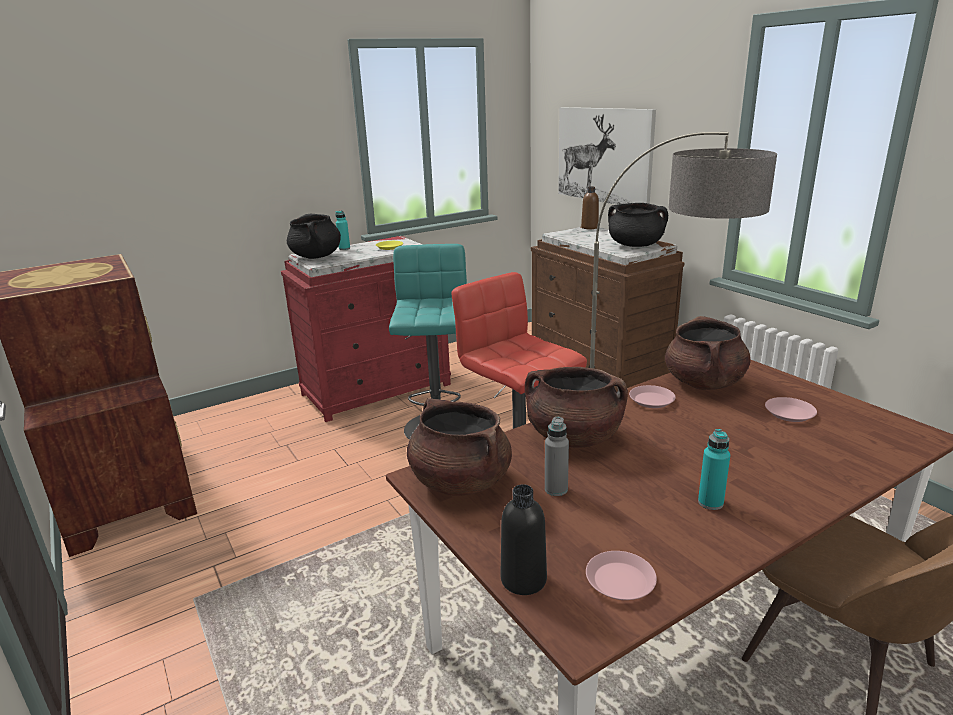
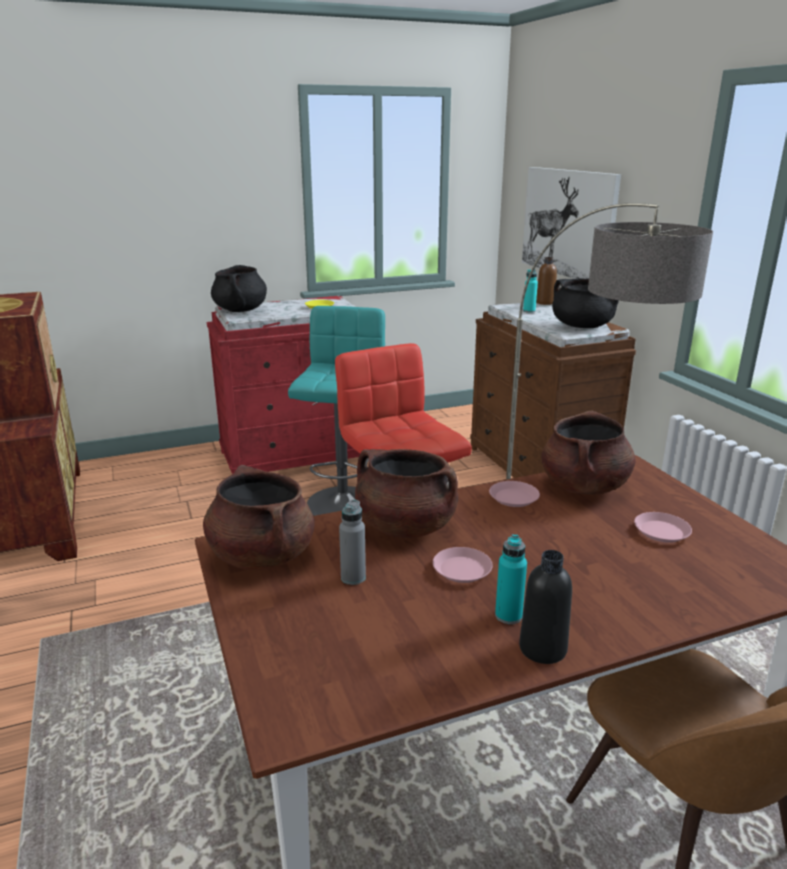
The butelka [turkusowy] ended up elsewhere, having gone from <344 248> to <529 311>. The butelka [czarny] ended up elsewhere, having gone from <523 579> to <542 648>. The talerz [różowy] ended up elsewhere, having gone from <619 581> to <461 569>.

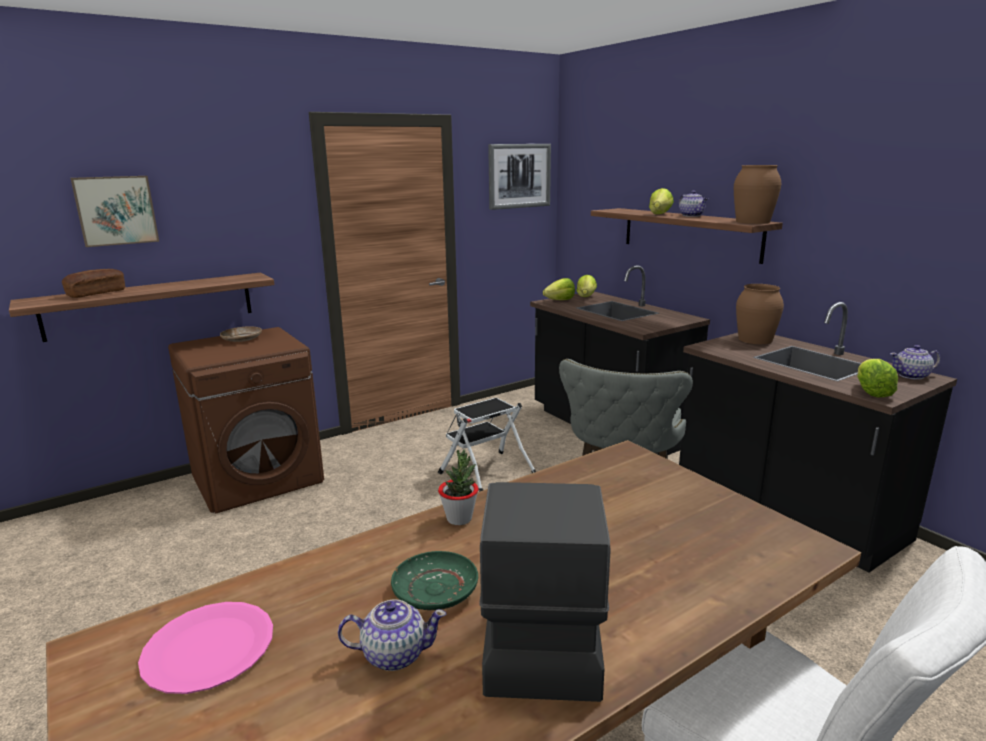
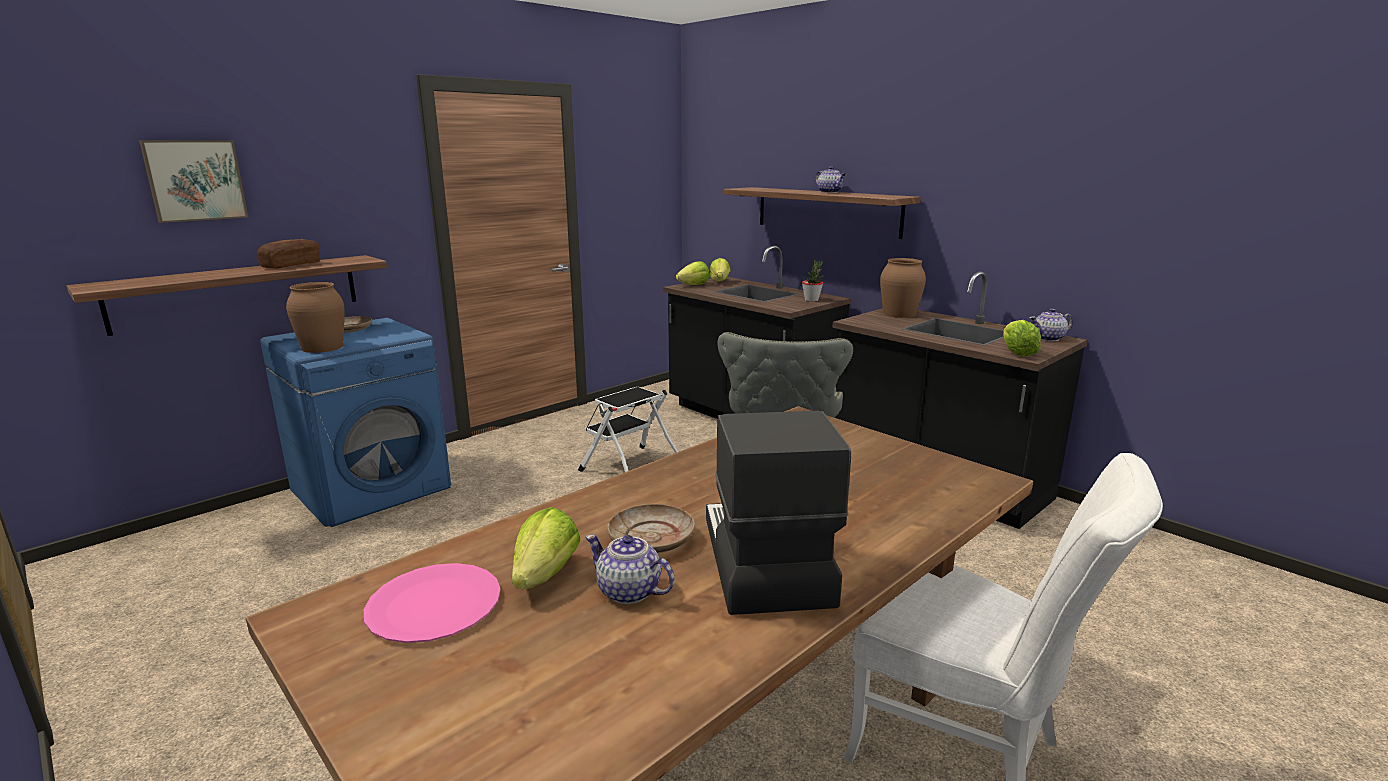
The second view lost the obraz at <519 176>. The wazon [brązowy] ended up elsewhere, having gone from <753 221> to <322 347>. The sałata ended up elsewhere, having gone from <659 214> to <545 575>. The chleb ended up elsewhere, having gone from <96 293> to <291 265>. What was the pralka [brązowy] at <260 478> turned into the pralka [niebieski] at <375 488>. The roślina doniczkowa ended up elsewhere, having gone from <459 519> to <811 300>. What was the talerz [zielony] at <435 591> turned into the talerz [beżowy] at <651 539>. The imbryk at <393 654> ended up facing another way, 135 degrees counterclockwise from before.

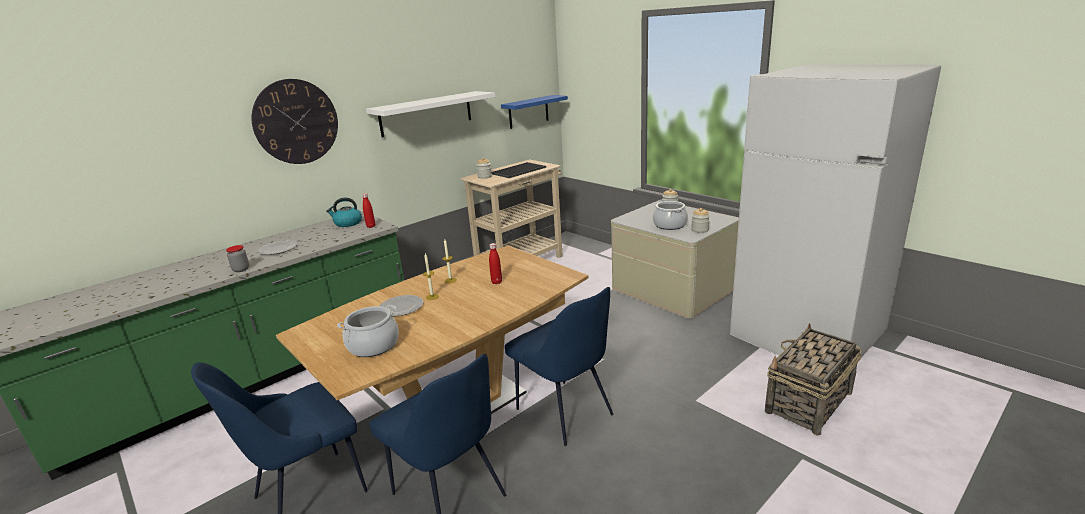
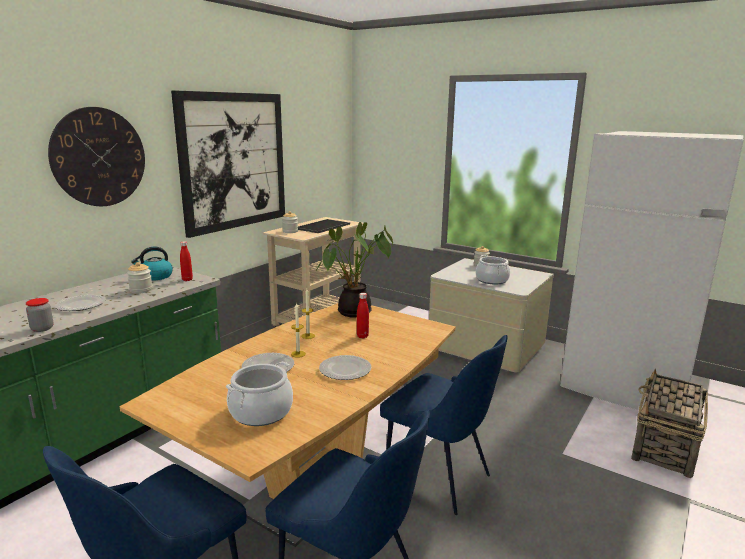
Where the półka [biały] hung at <426 113>, the obraz came to hang at <234 161>. The second view lost the półka [niebieski] at <528 112>. The słoik ended up elsewhere, having gone from <700 230> to <141 290>. The second view gained the roślina doniczkowa at <353 313>. The second view gained the talerz at <345 369>.

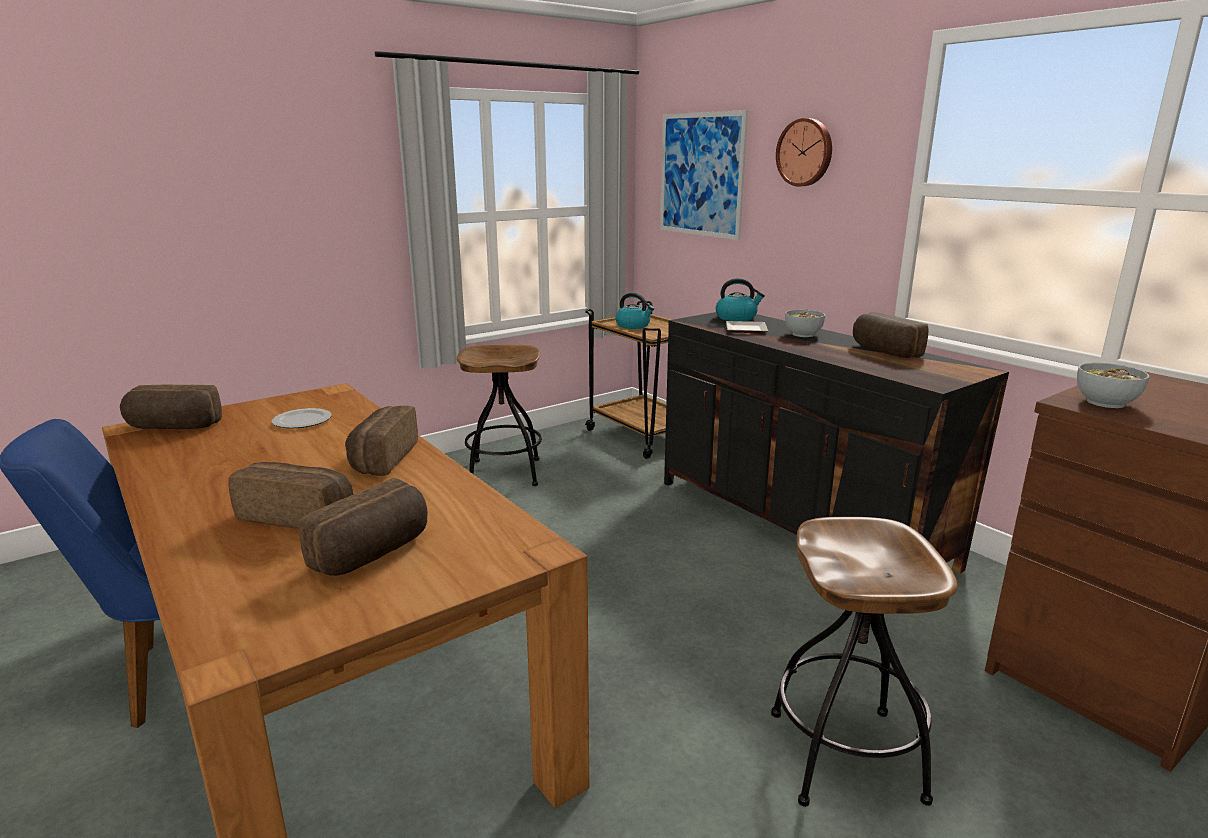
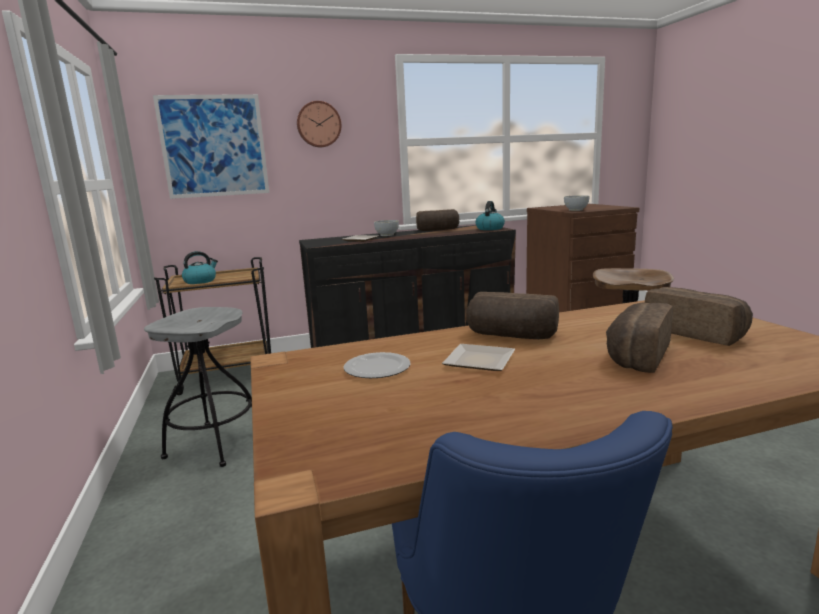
The czajnik ended up elsewhere, having gone from <736 318> to <490 228>. What was the stołek [brązowy] at <505 472> turned into the stołek [szary] at <215 443>. The second view lost the chleb at <173 427>. The second view gained the talerz at <481 362>.

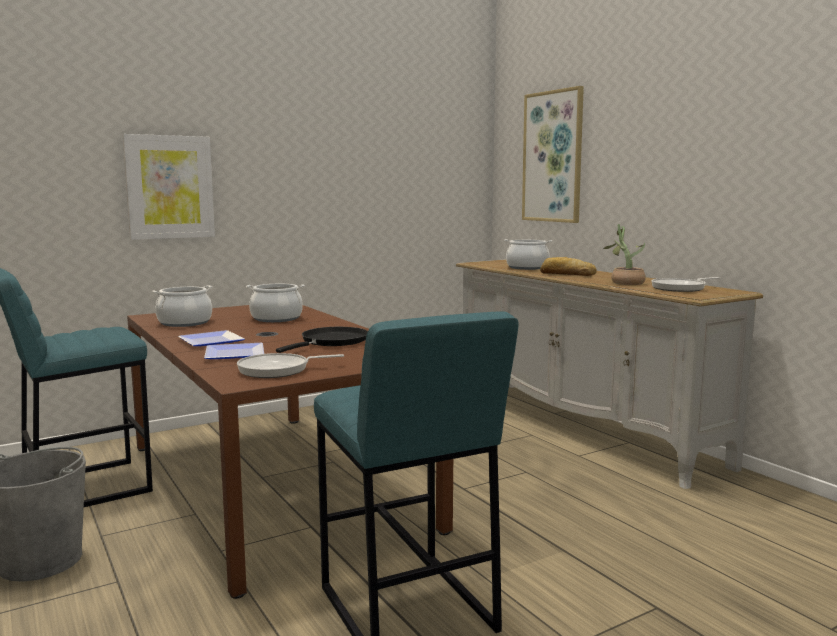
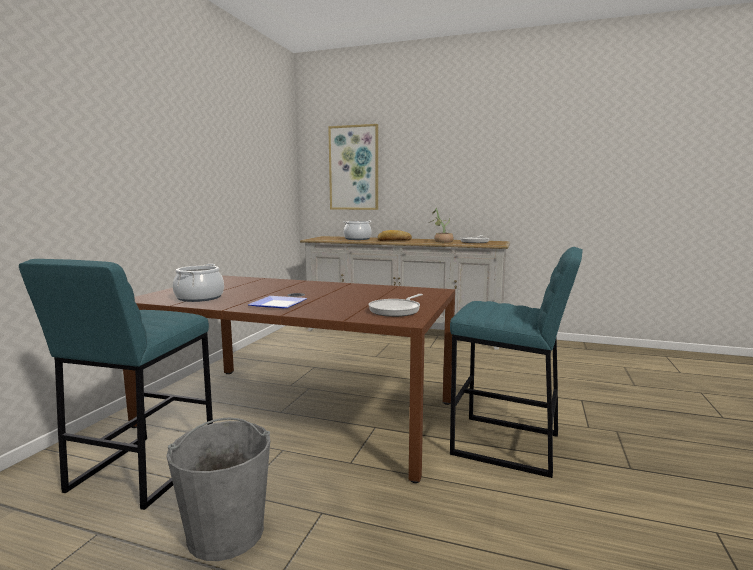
The second view lost the obraz at <170 187>. The second view lost the garnek at <276 318>. The second view lost the patelnia [czarny] at <331 342>. The second view lost the talerz at <237 354>.

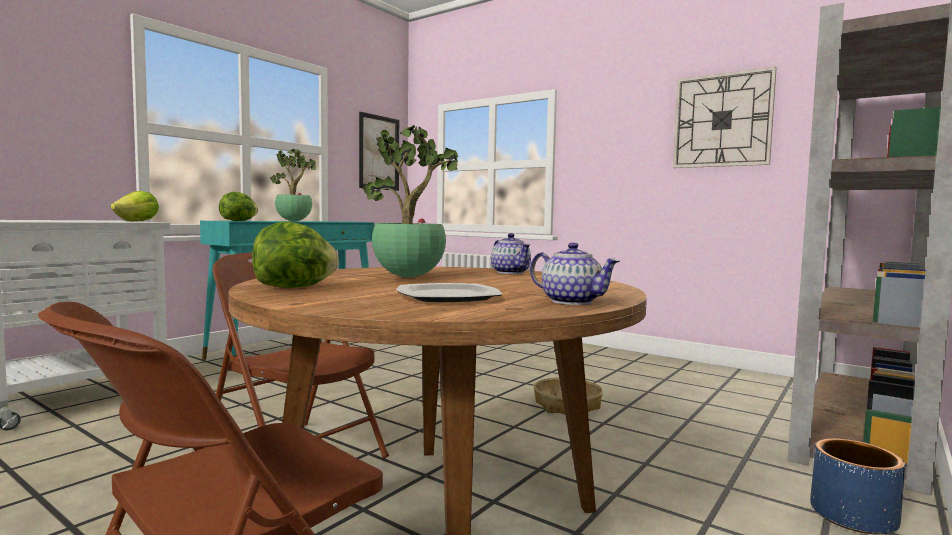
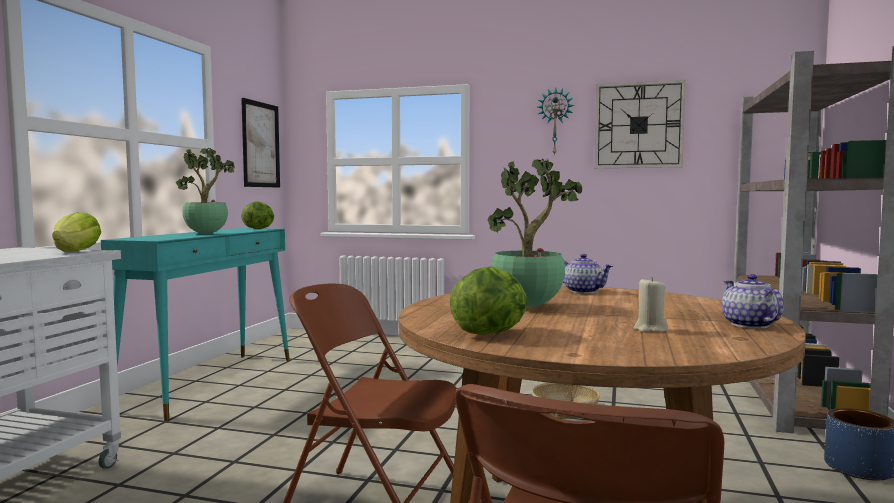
The sałata ended up elsewhere, having gone from <239 221> to <259 229>. The imbryk at <571 301> ended up facing another way, 120 degrees counterclockwise from before. Where the talerz stood at <448 296>, the świeca [beżowy] came to stand at <650 329>. The second view gained the zegar ścienny at <555 121>.

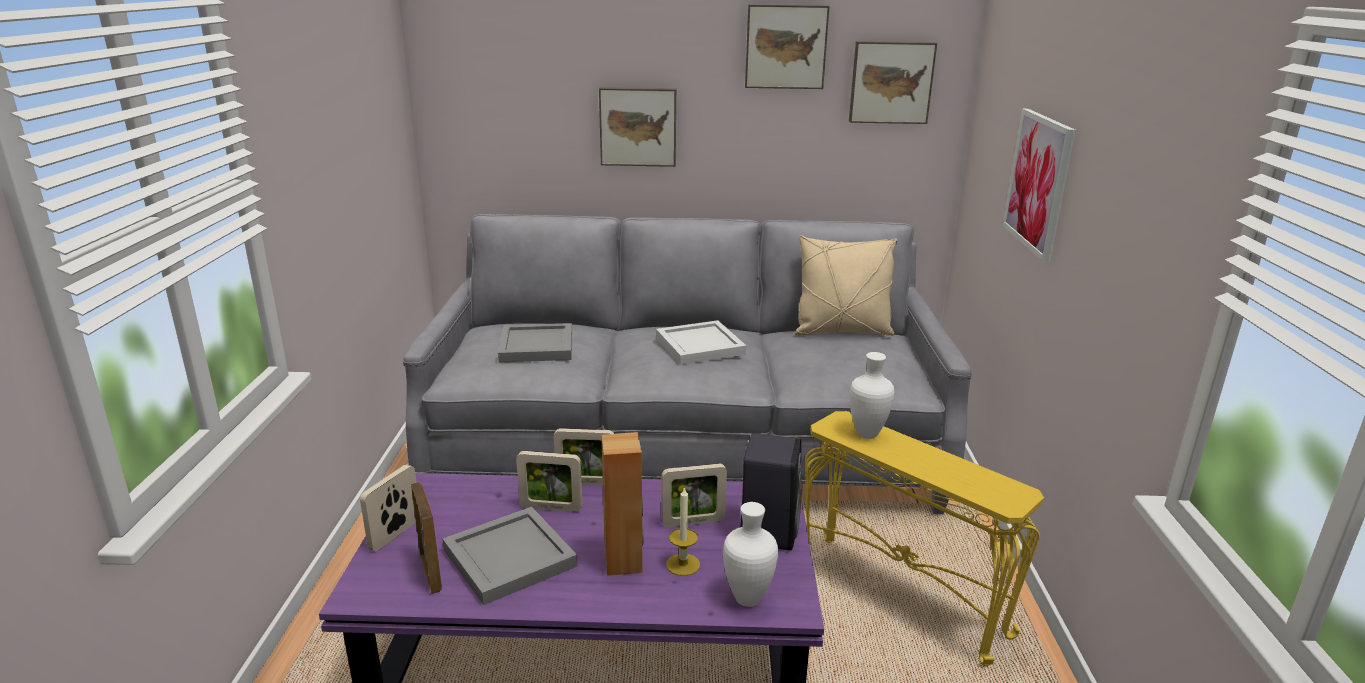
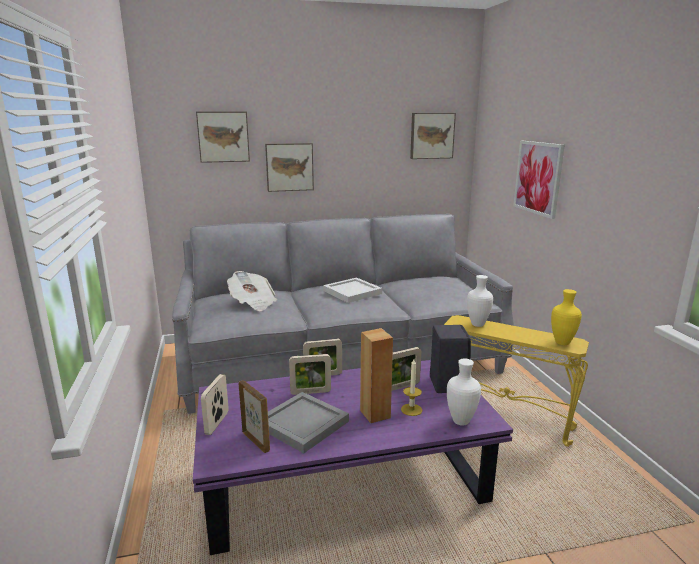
The obraz ended up elsewhere, having gone from <785 46> to <223 136>. The second view lost the poduszka [beżowy] at <842 331>. Where the taca [szary] stood at <537 347>, the gazeta came to stand at <253 303>. The second view gained the wazon [żółty] at <563 343>.

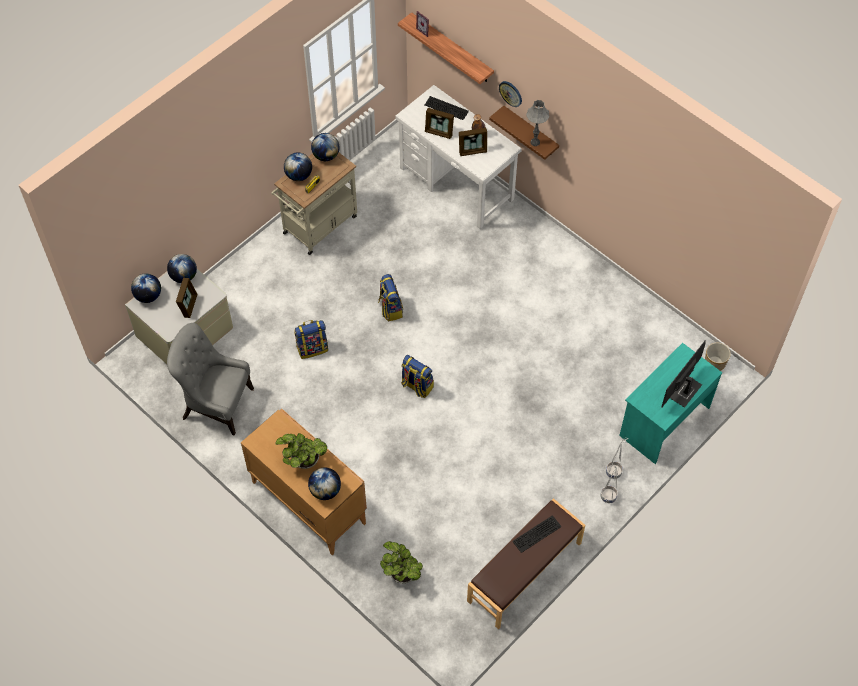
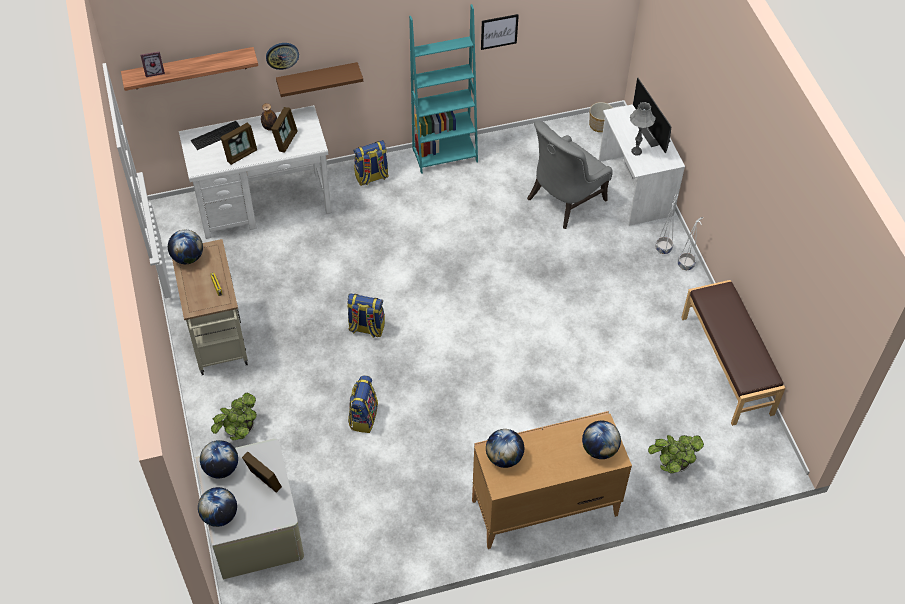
The lampa stołowa [szary] ended up elsewhere, having gone from <535 142> to <636 151>. The globus ended up elsewhere, having gone from <299 175> to <504 457>. The krzesło [szary] ended up elsewhere, having gone from <216 404> to <565 199>. What was the biurko [turkusowy] at <663 421> turned into the biurko [biały] at <634 188>. The plecak ended up elsewhere, having gone from <416 386> to <371 177>. The roślina doniczkowa ended up elsewhere, having gone from <303 460> to <238 431>. The second view lost the klawiatura at <537 535>. The second view gained the regał [turkusowy] at <444 155>. The second view gained the obraz at <499 31>.

